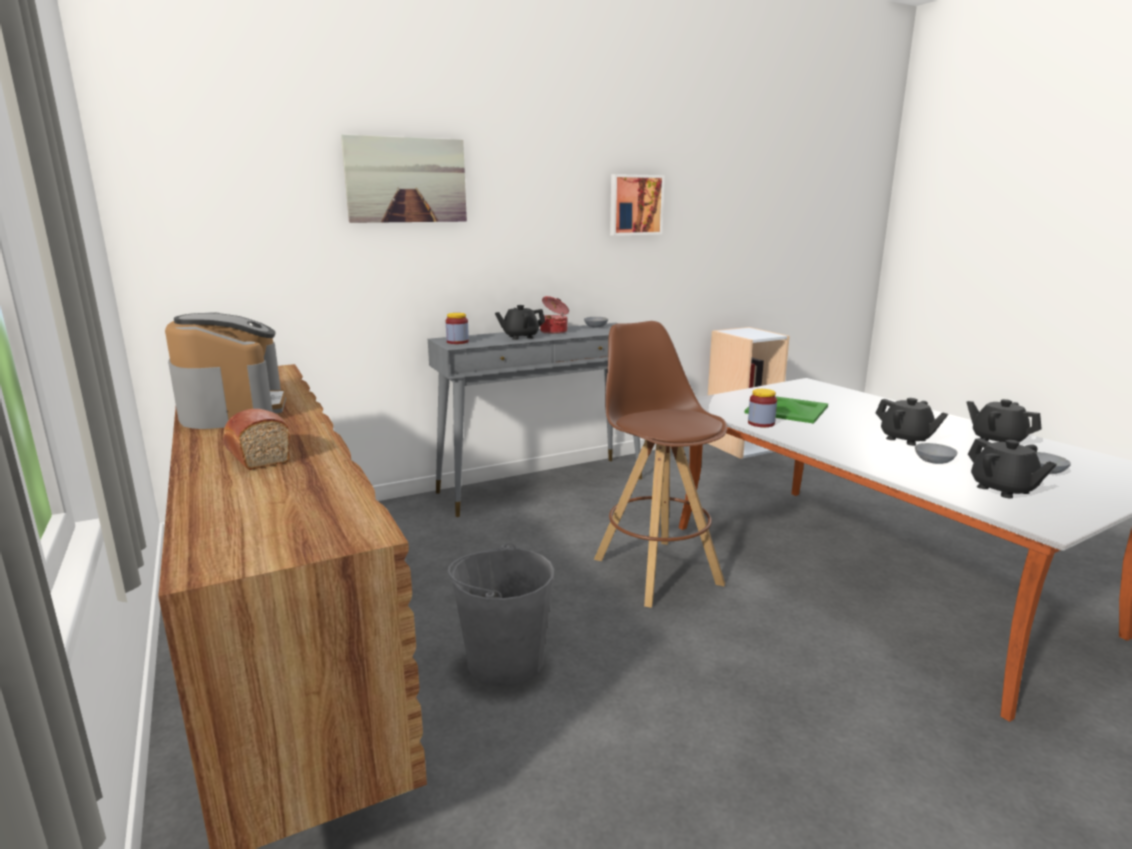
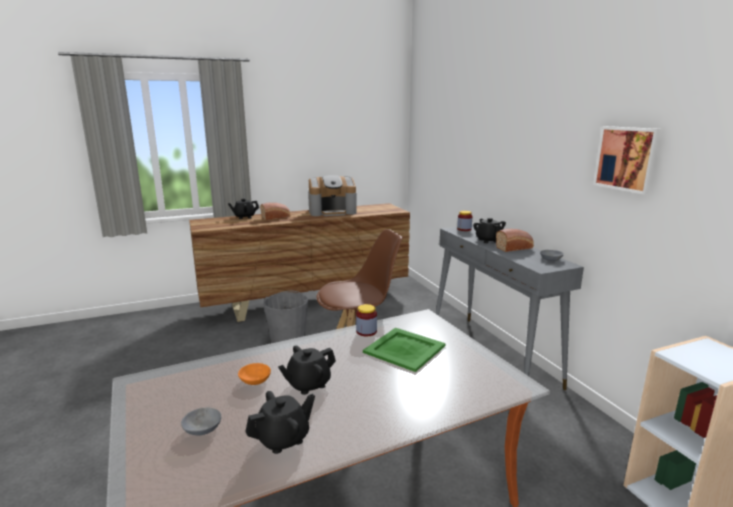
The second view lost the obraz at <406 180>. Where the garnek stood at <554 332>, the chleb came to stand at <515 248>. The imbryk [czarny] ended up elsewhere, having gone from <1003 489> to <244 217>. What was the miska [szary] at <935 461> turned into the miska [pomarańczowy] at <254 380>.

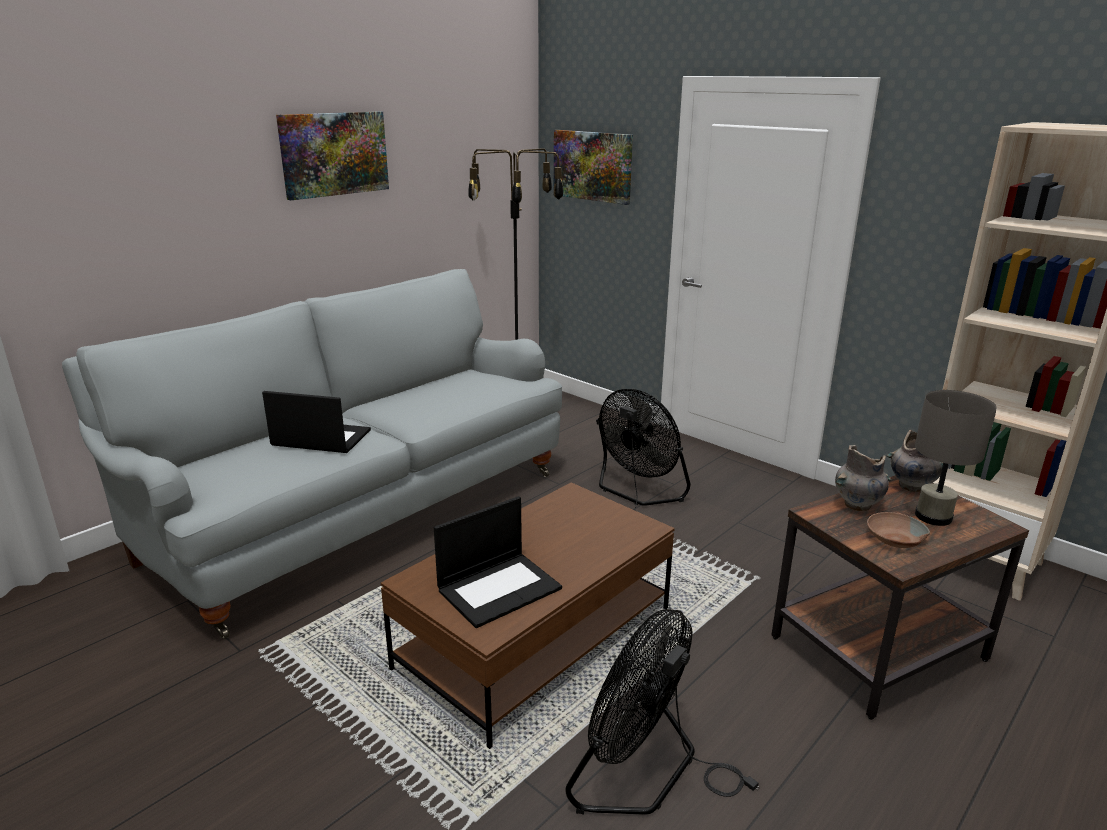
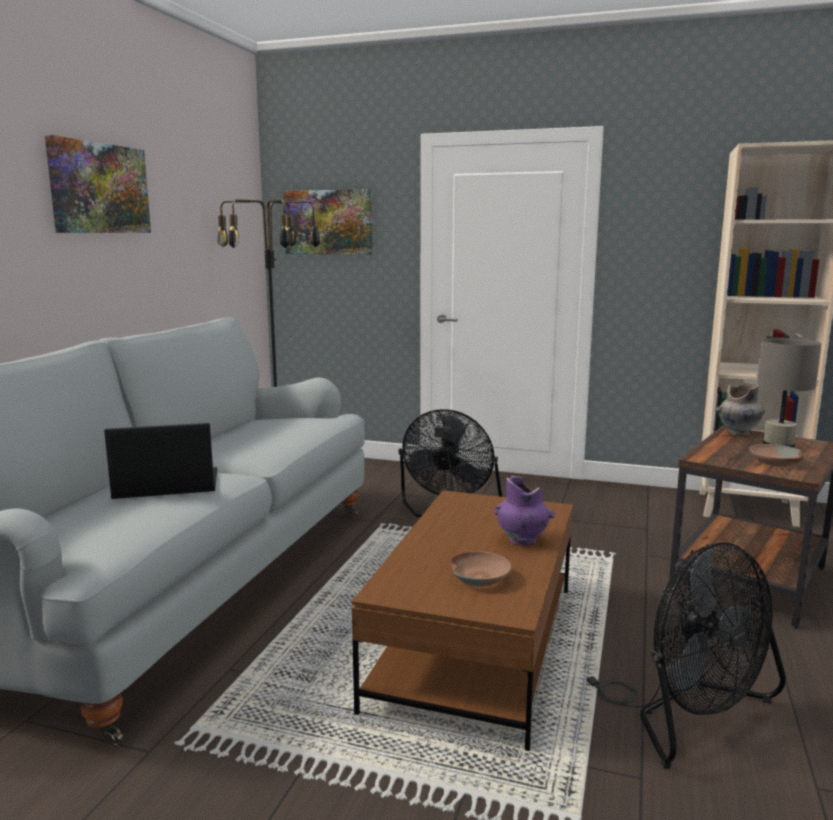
The second view lost the wazon [szary] at <858 505>. Where the laptop stood at <499 588>, the miska [brązowy] came to stand at <479 577>. The wentylator [czarny] at <655 767> ended up facing another way, 135 degrees counterclockwise from before. The second view gained the wazon [fioletowy] at <523 540>.

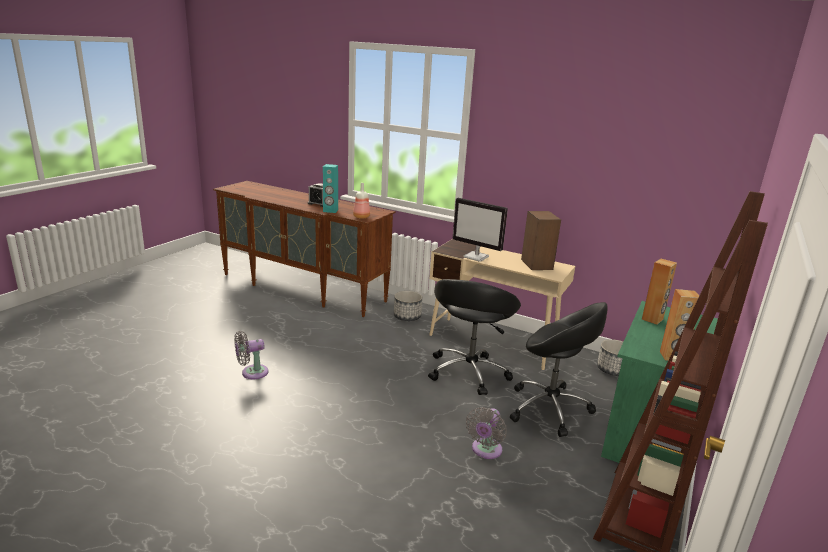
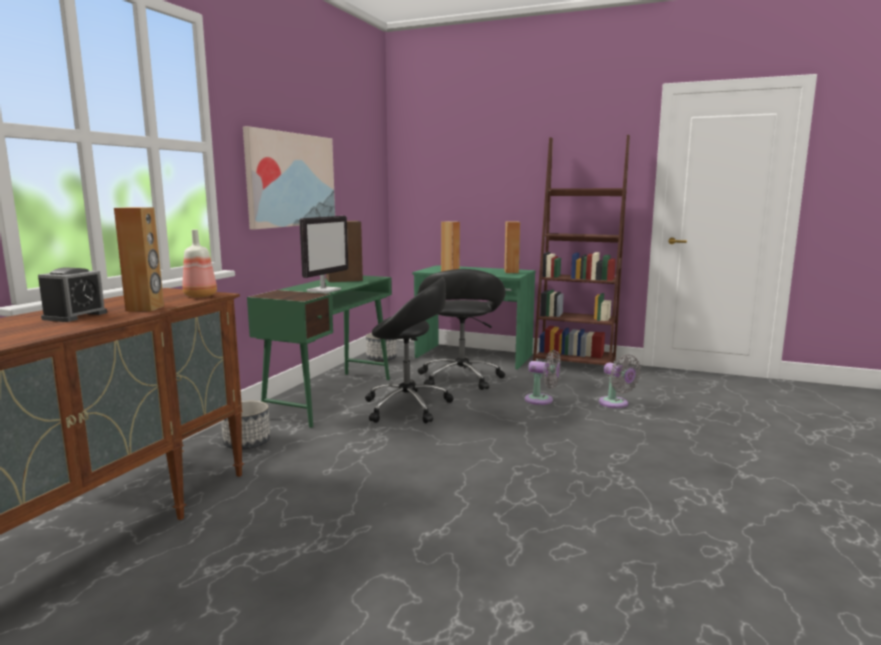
What was the głośnik [turkusowy] at <330 211> turned into the głośnik [brązowy] at <145 308>. What was the biurko [beżowy] at <493 342> turned into the biurko [zielony] at <331 396>. The krzesło biurowe [czarny] at <551 409> ended up facing another way, 150 degrees clockwise from before. The wentylator [szary] ended up elsewhere, having gone from <252 373> to <616 404>. The second view gained the obraz at <291 180>.

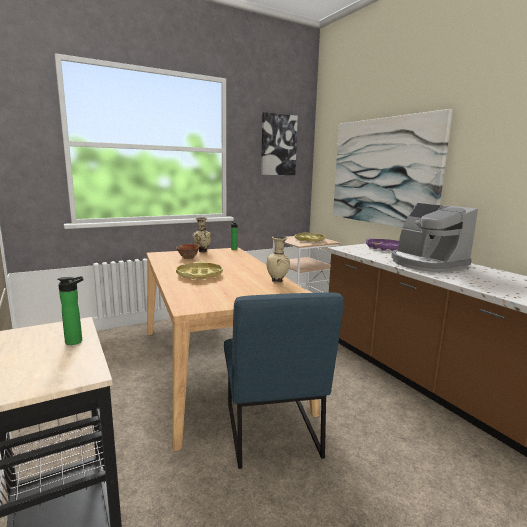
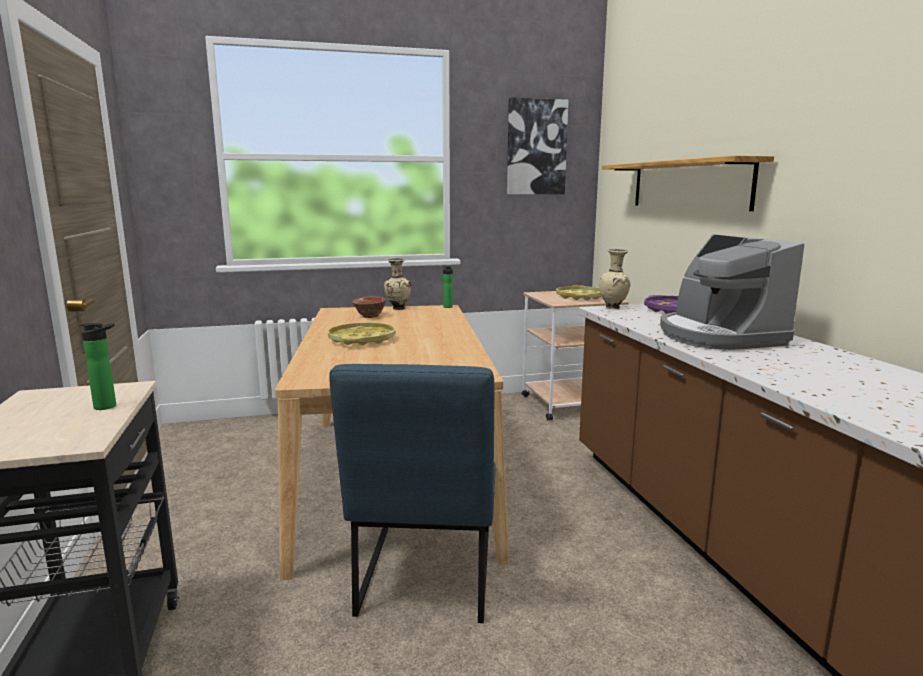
Where the obraz hung at <383 172>, the półka came to hang at <688 185>. The wazon [beżowy] ended up elsewhere, having gone from <278 281> to <613 308>.

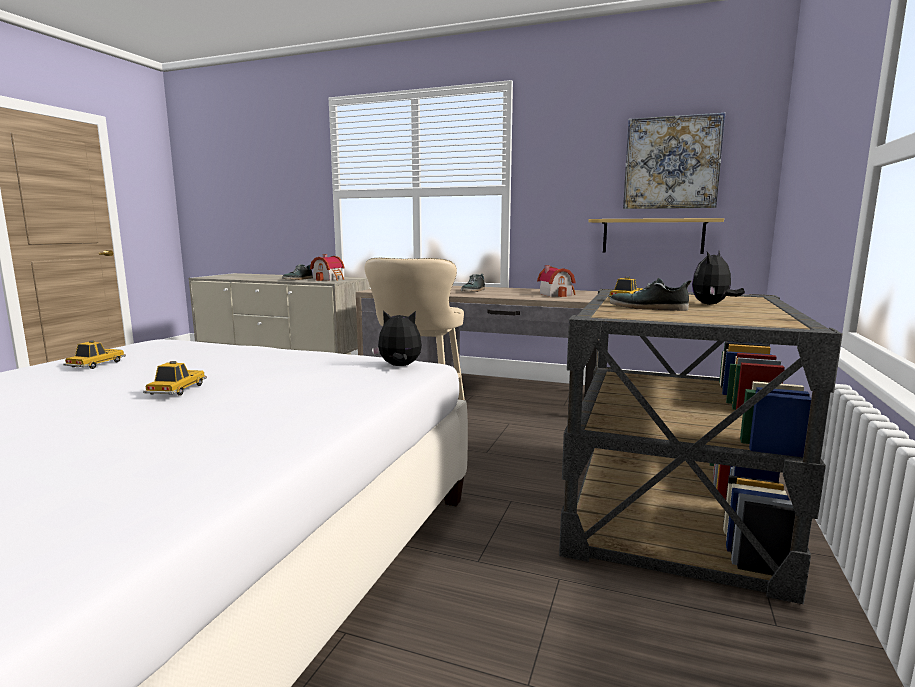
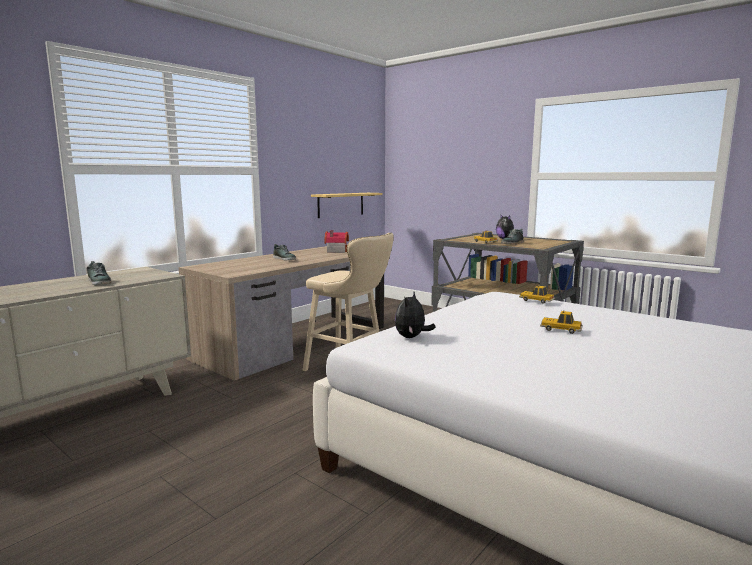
The second view lost the obraz at <671 163>. The second view lost the domek at <329 279>. The pluszak ended up elsewhere, having gone from <399 366> to <411 337>. The samochodzik ended up elsewhere, having gone from <96 364> to <536 300>.

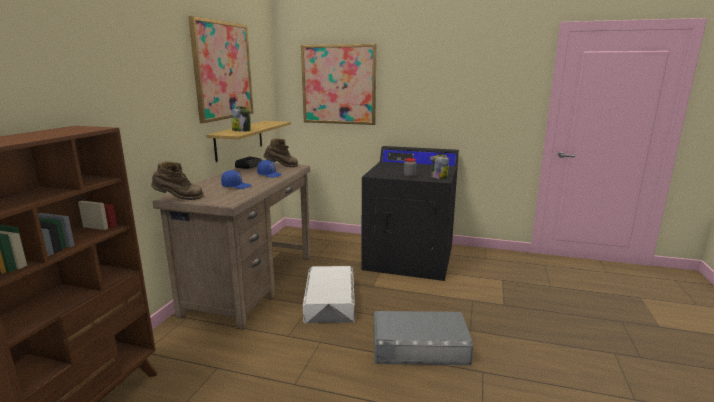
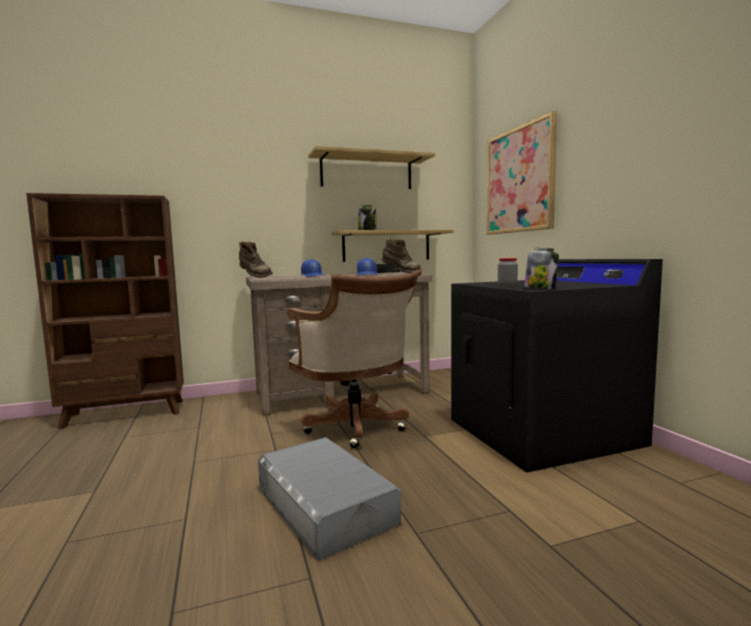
Where the obraz hung at <223 71>, the półka came to hang at <366 172>. Where the pojemnik do przechowywania [biały] stood at <330 301>, the krzesło biurowe came to stand at <358 428>.

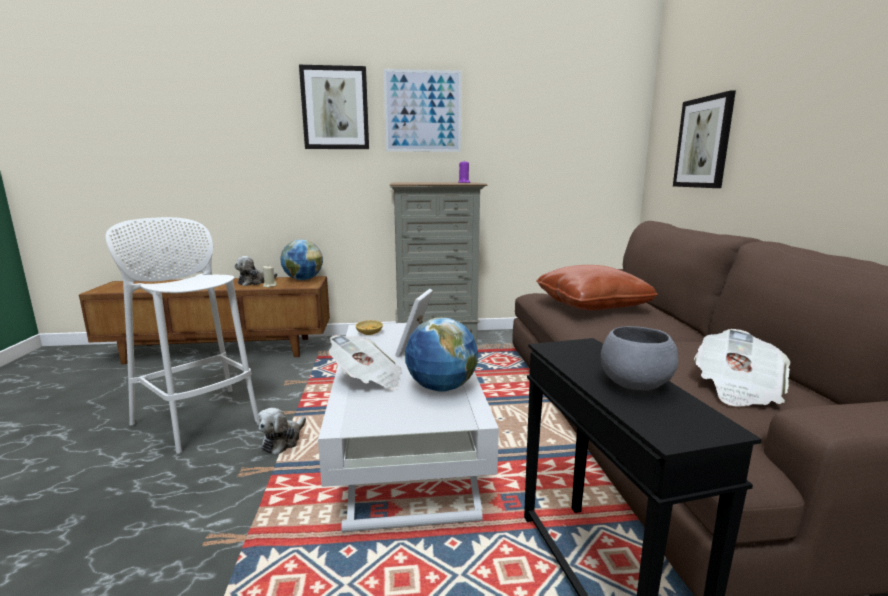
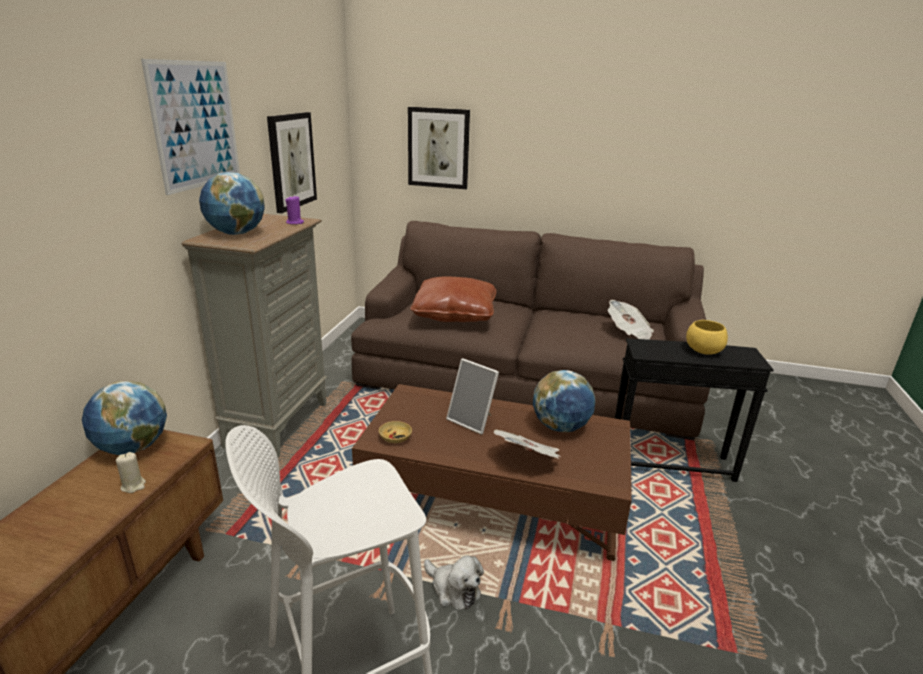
The obraz ended up elsewhere, having gone from <335 108> to <291 161>. The second view lost the pluszak at <255 282>. What was the ława [biały] at <406 439> turned into the ława [brązowy] at <494 499>. What was the miska [szary] at <636 385> turned into the miska [żółty] at <703 351>. The second view gained the globus at <236 233>.

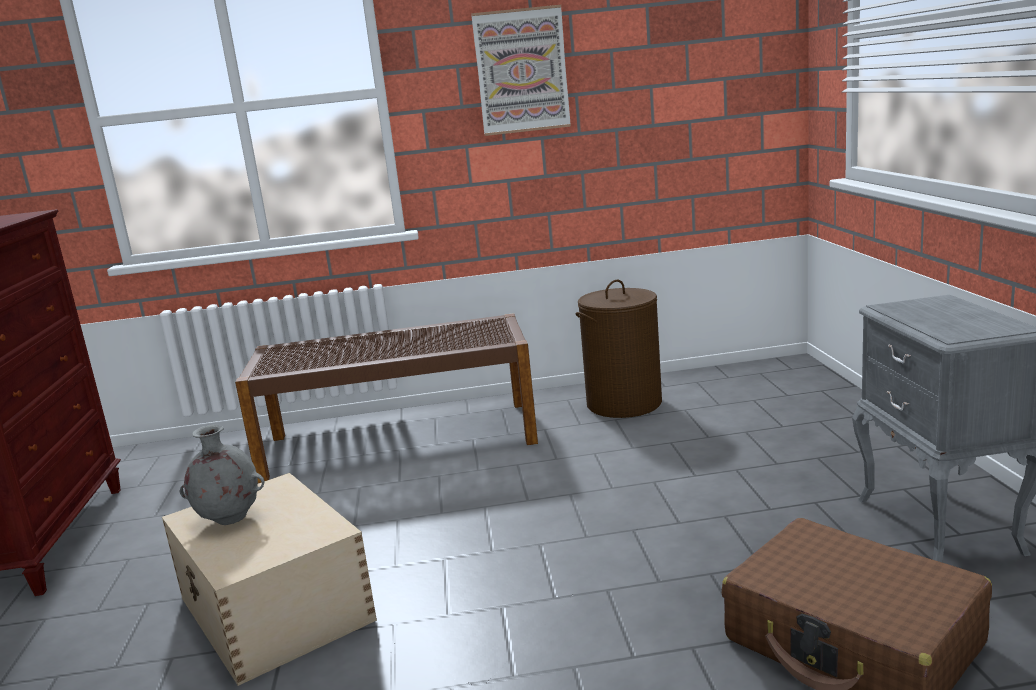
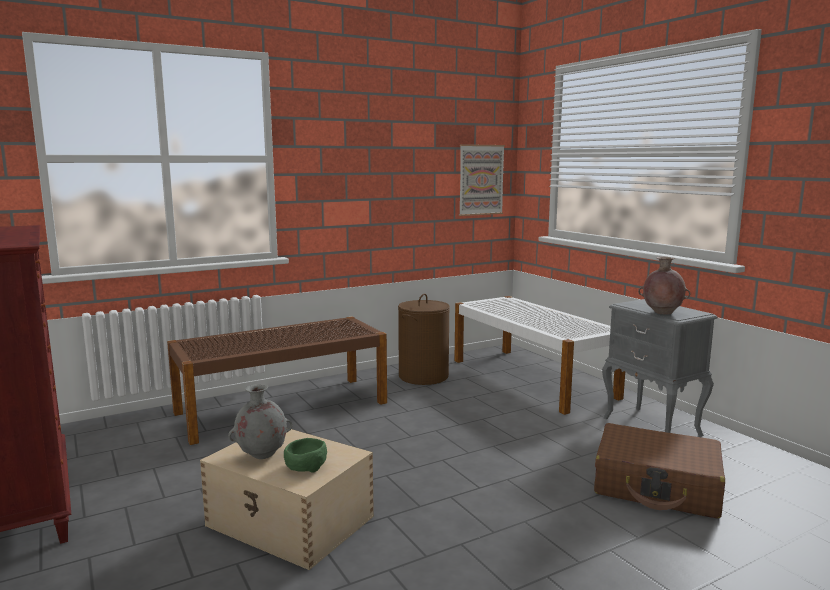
The obraz ended up elsewhere, having gone from <521 71> to <480 180>. The second view gained the wazon [brązowy] at <662 313>. The second view gained the ławka [biały] at <532 378>. The second view gained the miska [zielony] at <305 467>.

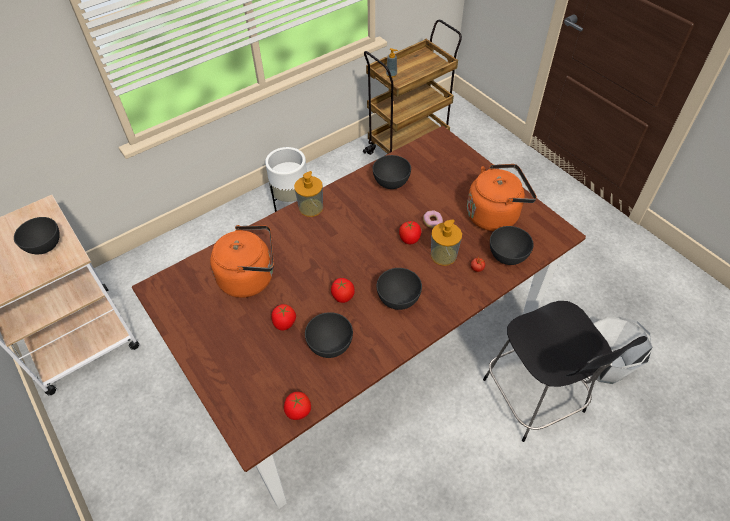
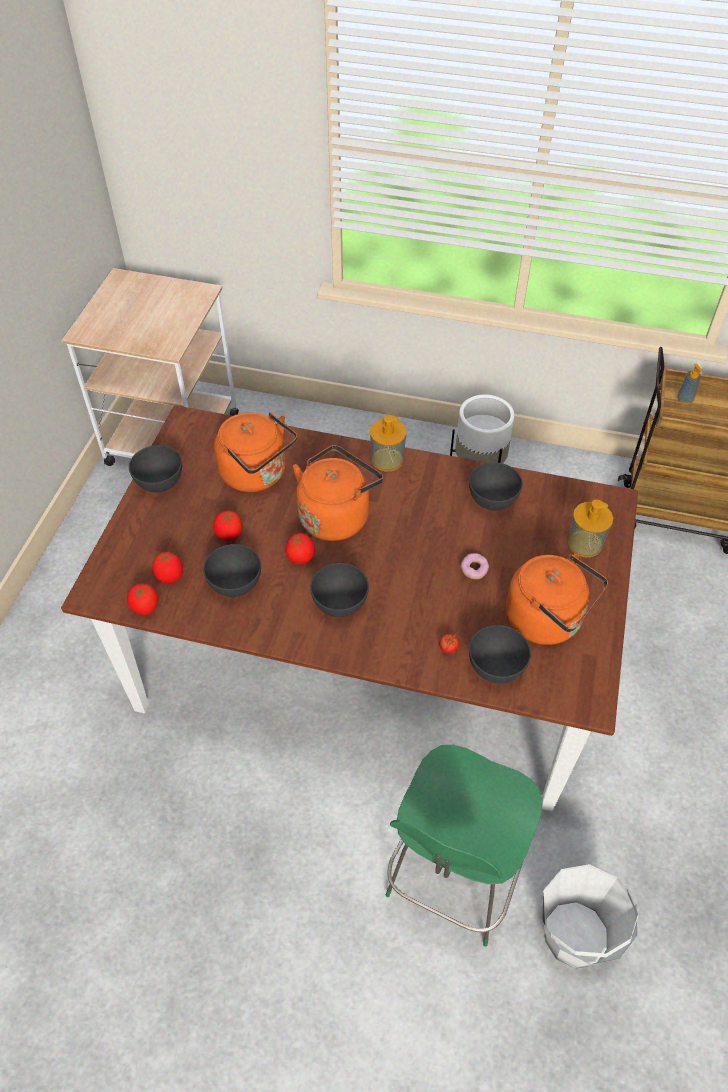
The miska [szary] ended up elsewhere, having gone from <44 246> to <159 483>. The dozownik mydła ended up elsewhere, having gone from <443 255> to <584 544>. The pomidor ended up elsewhere, having gone from <409 239> to <170 576>. What was the krzesło [czarny] at <535 398> turned into the krzesło [zielony] at <453 876>. The second view gained the czajnik [pomarańczowy] at <336 515>.

